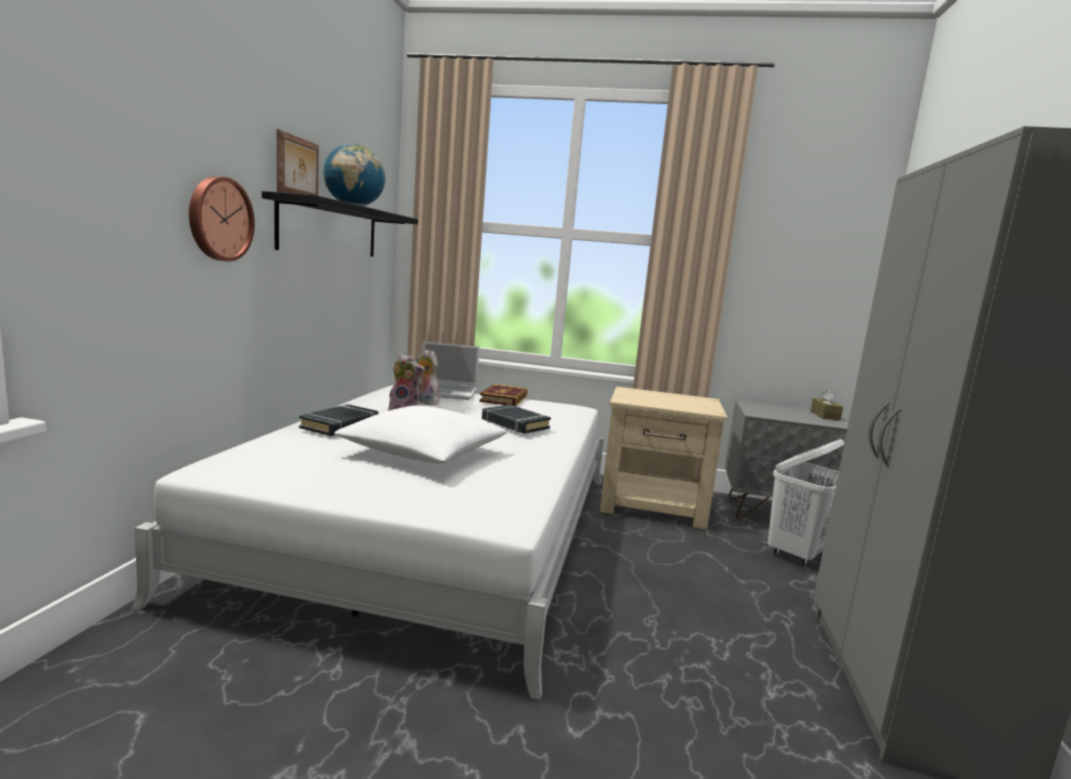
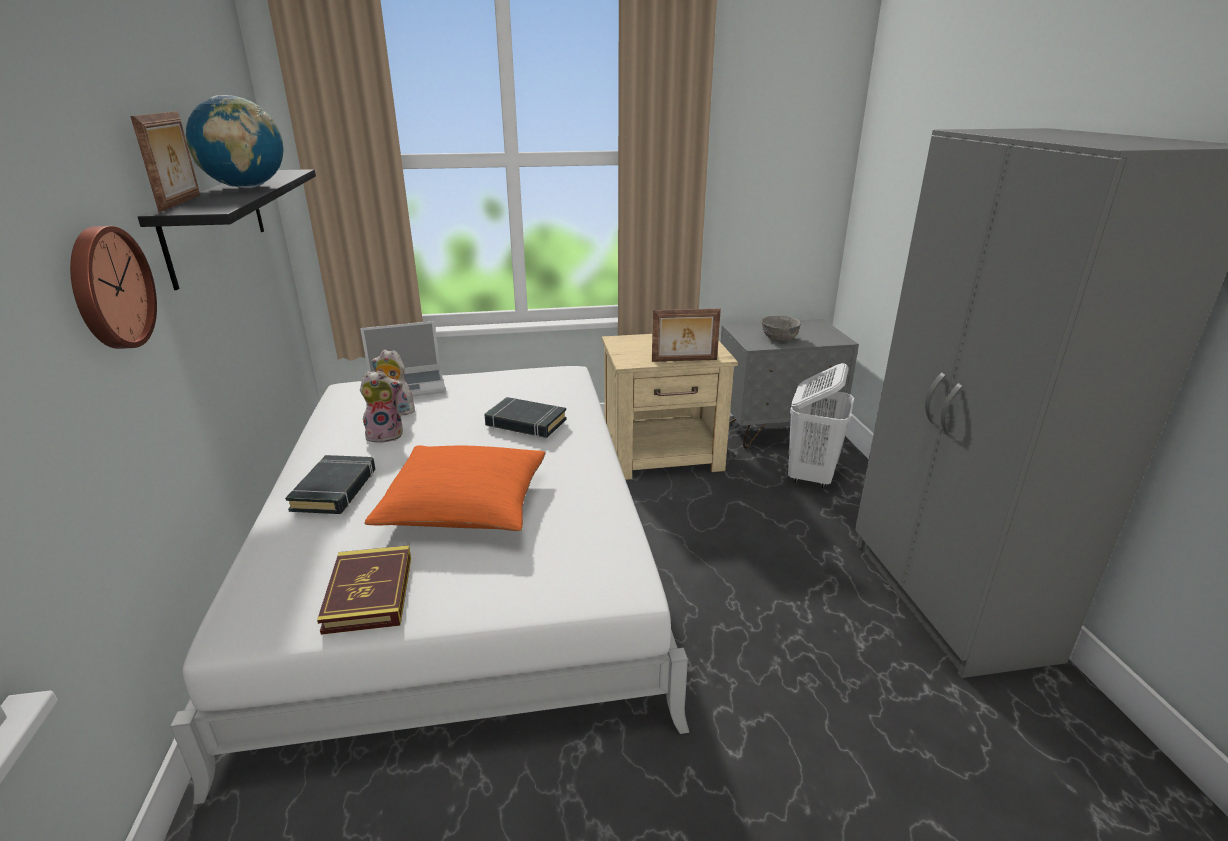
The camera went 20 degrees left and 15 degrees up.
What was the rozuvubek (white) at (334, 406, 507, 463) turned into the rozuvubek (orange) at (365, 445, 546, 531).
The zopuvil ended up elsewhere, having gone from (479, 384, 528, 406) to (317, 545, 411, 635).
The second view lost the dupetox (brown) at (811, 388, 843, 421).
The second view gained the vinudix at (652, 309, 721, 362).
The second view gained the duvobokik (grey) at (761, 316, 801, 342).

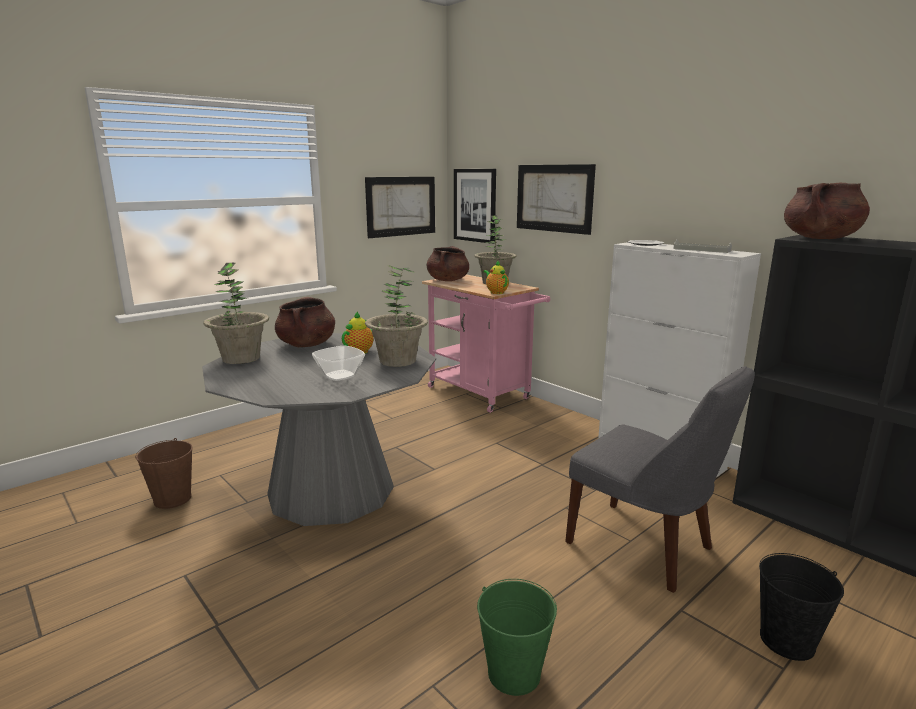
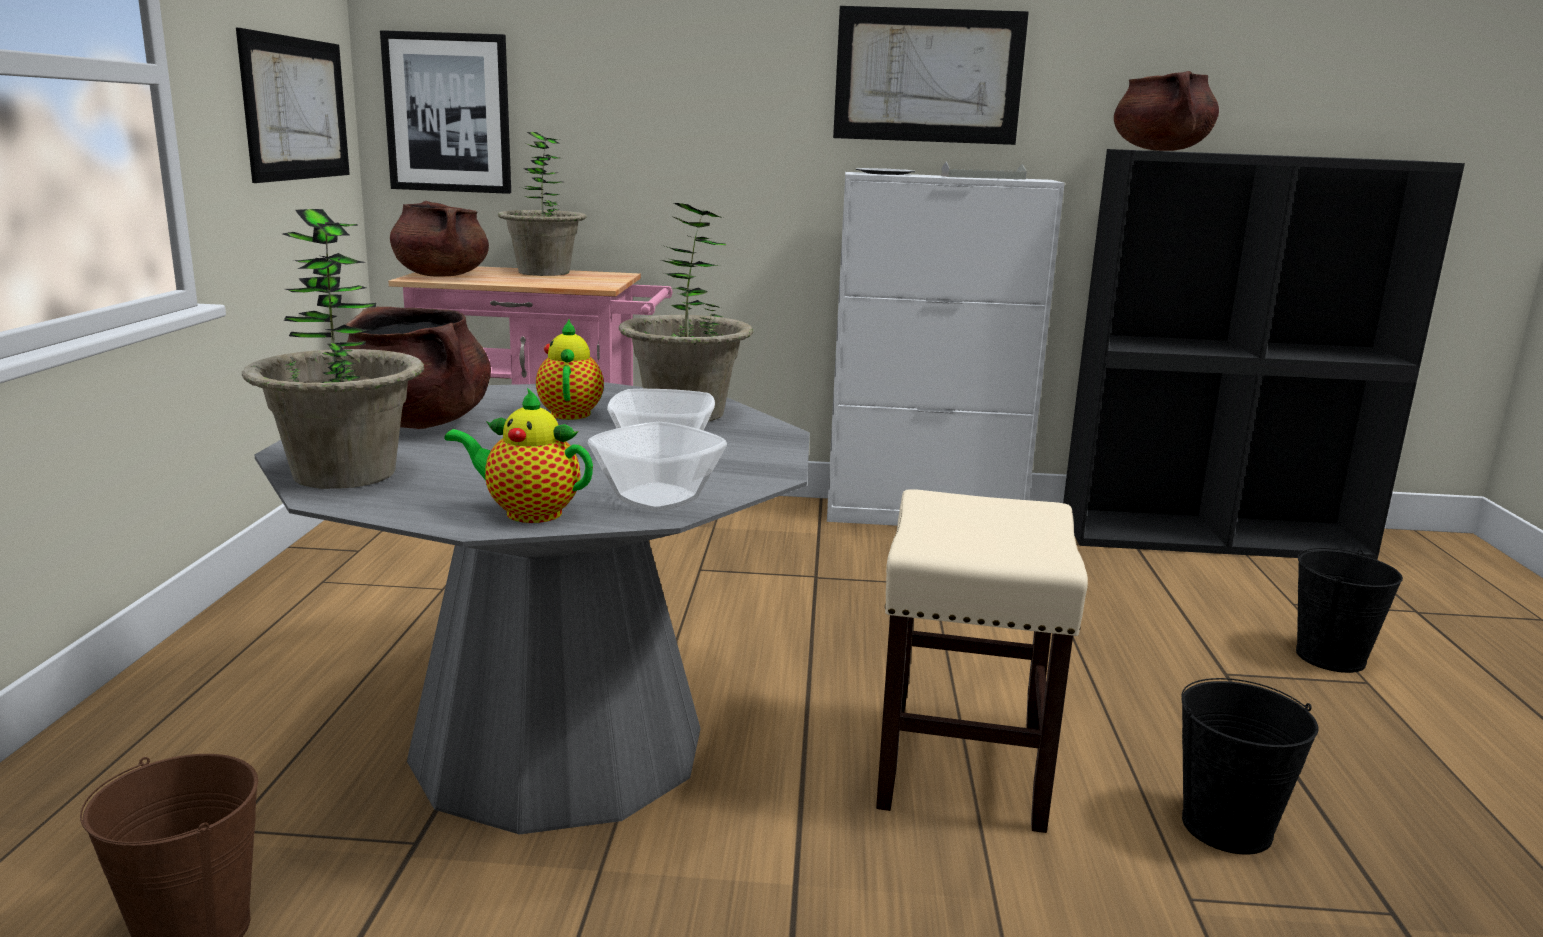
The camera went 45 degrees left and 0 degrees up.
What was the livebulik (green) at (477, 579, 557, 696) turned into the livebulik (black) at (1181, 678, 1319, 855).
The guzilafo ended up elsewhere, having gone from (483, 260, 509, 294) to (444, 388, 593, 523).
The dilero ended up elsewhere, having gone from (517, 164, 596, 235) to (833, 6, 1029, 145).
The second view lost the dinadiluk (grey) at (565, 366, 755, 593).
The second view gained the duvobokik at (588, 422, 727, 511).
The second view gained the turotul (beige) at (876, 489, 1088, 833).

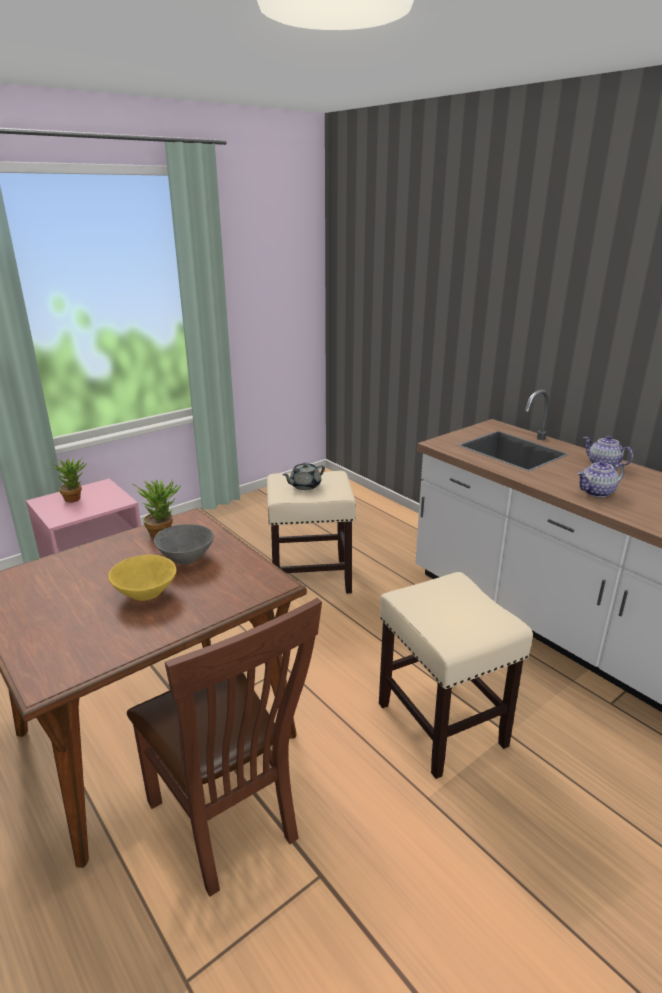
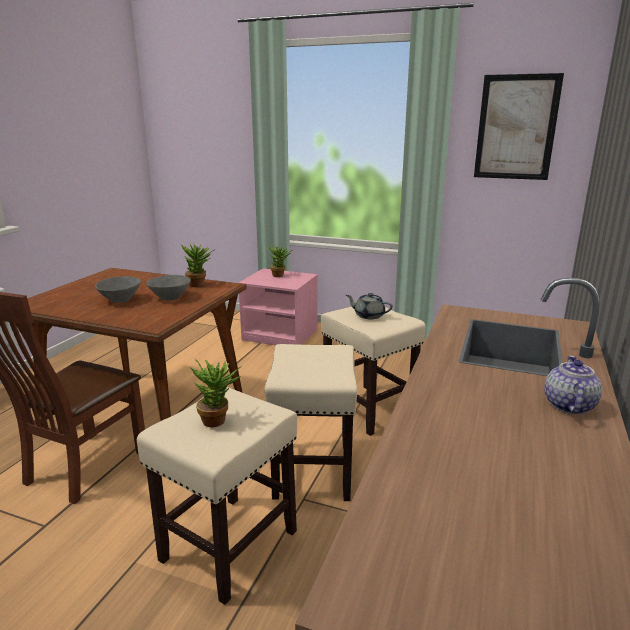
The camera went 60 degrees right and 5 degrees down.
What was the duvobokik (yellow) at (108, 555, 176, 601) turned into the duvobokik (grey) at (95, 276, 141, 303).
The second view lost the guzilafo at (577, 461, 624, 497).
The second view gained the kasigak at (190, 359, 242, 427).
The second view gained the turotul (beige) at (264, 344, 357, 501).
The second view gained the dilero at (474, 73, 564, 180).

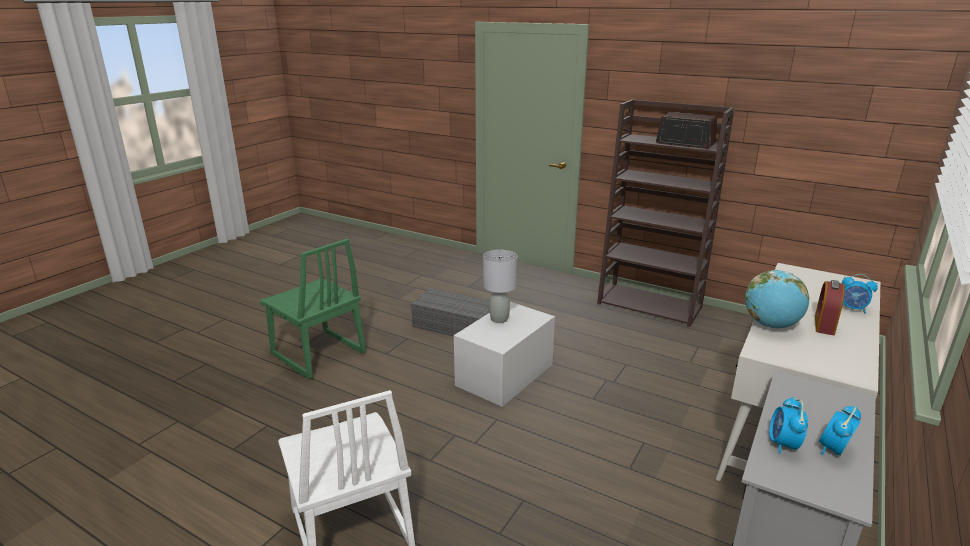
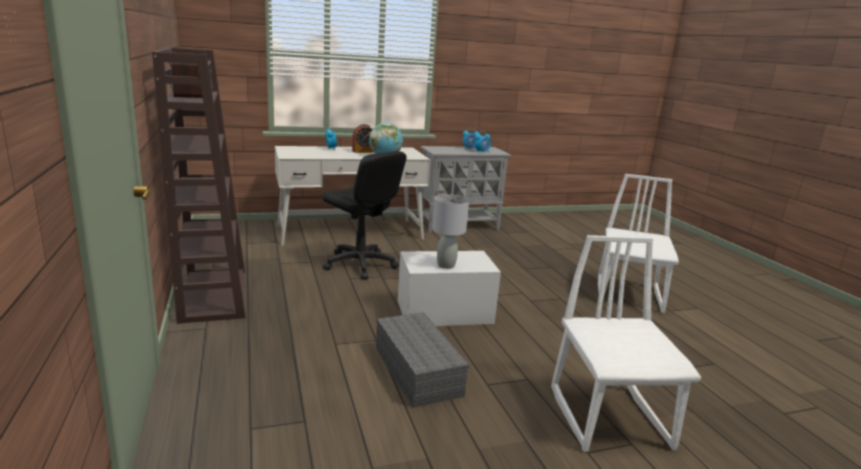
The camera went 140 degrees left and 5 degrees down.
What was the dinadiluk (green) at (260, 239, 366, 379) turned into the dinadiluk (white) at (551, 235, 701, 452).
The second view gained the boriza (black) at (323, 151, 407, 279).

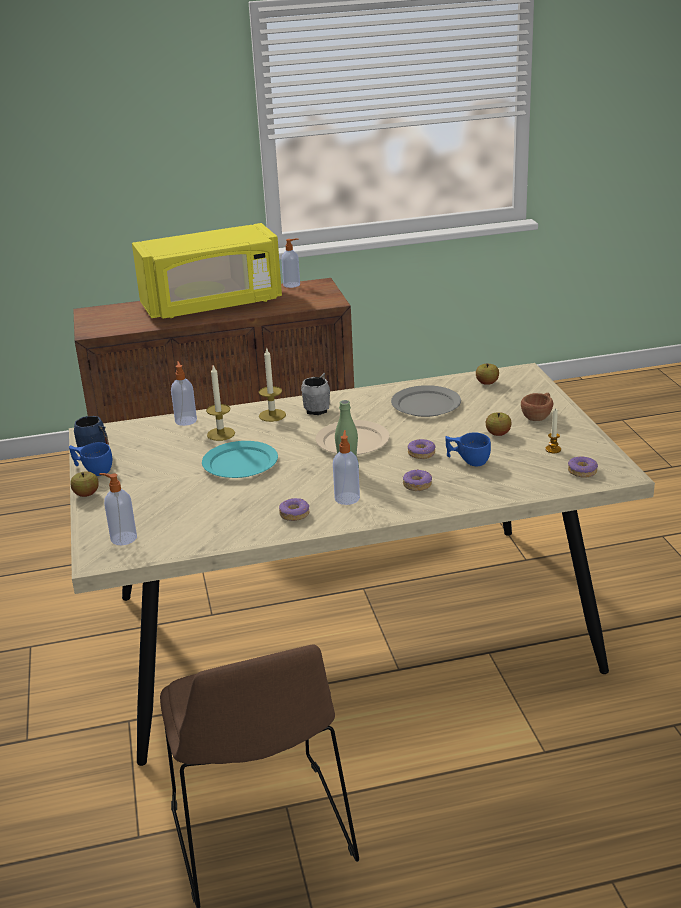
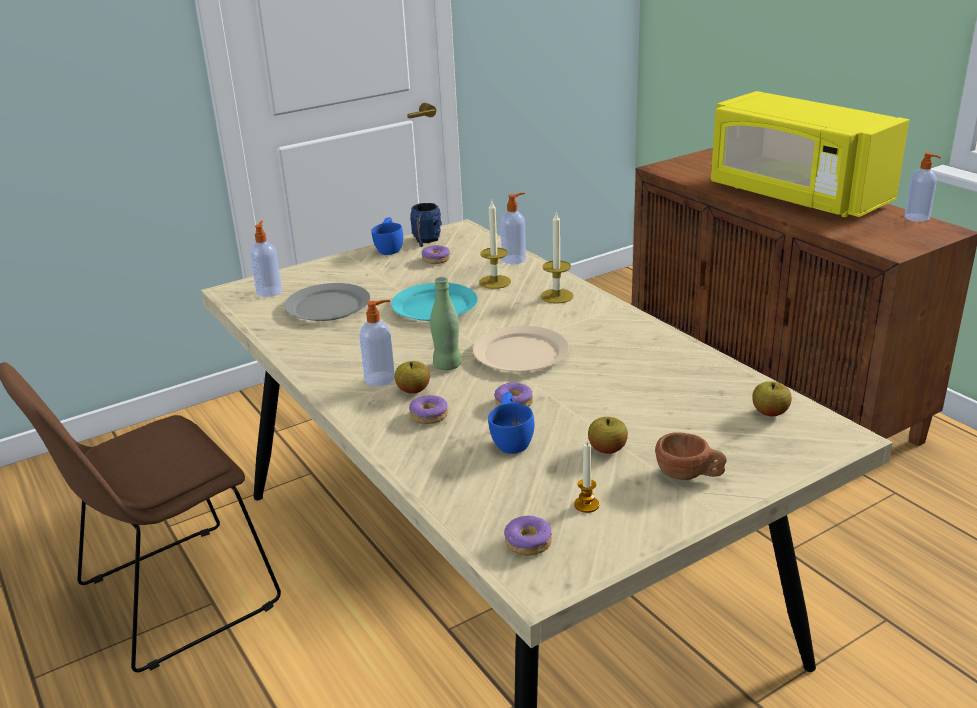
The camera went 70 degrees right and 0 degrees up.
The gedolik ended up elsewhere, having gone from (70, 471, 99, 497) to (395, 361, 430, 394).
The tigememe ended up elsewhere, having gone from (279, 498, 309, 521) to (421, 245, 450, 264).
The second view lost the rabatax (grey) at (301, 373, 330, 415).
The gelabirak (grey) ended up elsewhere, having gone from (391, 385, 461, 417) to (284, 283, 370, 321).

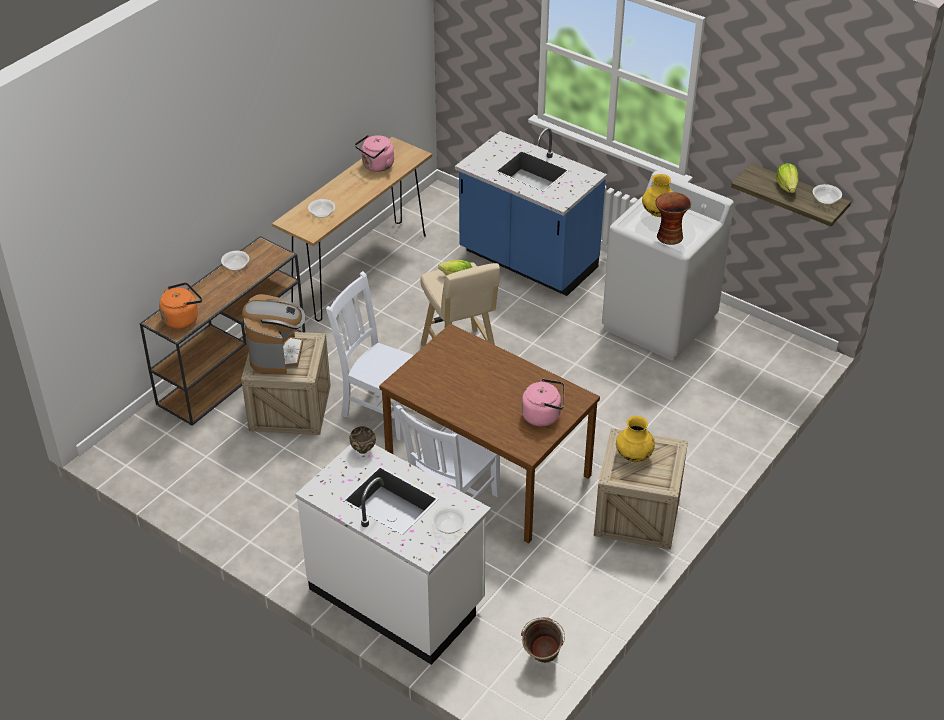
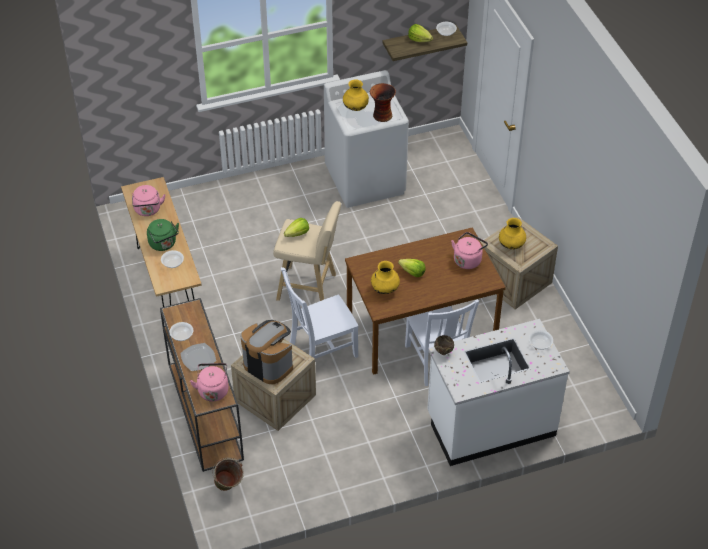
The camera went 55 degrees left and 5 degrees up.
What was the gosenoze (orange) at (159, 282, 202, 329) turned into the gosenoze (pink) at (190, 363, 229, 402).
The second view lost the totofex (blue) at (455, 128, 607, 296).
The livebulik (green) ended up elsewhere, having gone from (521, 617, 565, 663) to (212, 458, 244, 491).
The second view gained the gosenoze (green) at (147, 219, 179, 251).
The second view gained the gelabirak at (181, 343, 216, 371).
The second view gained the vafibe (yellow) at (371, 261, 400, 294).
The second view gained the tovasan at (398, 259, 426, 277).

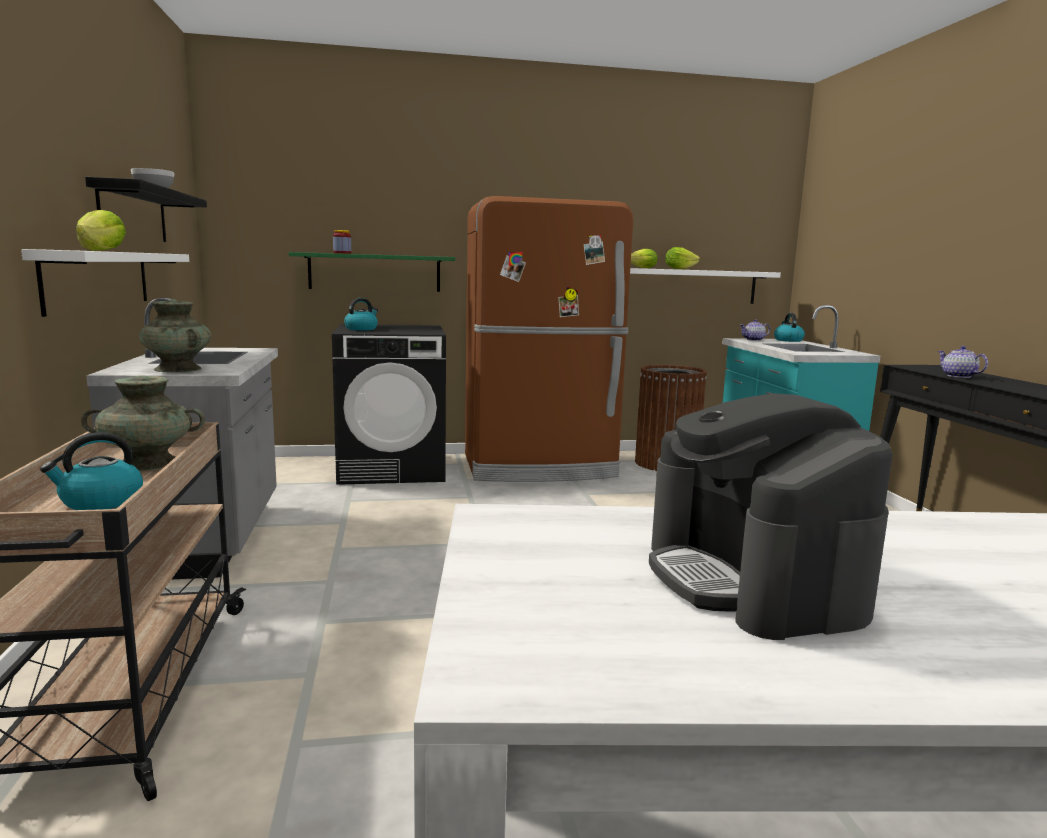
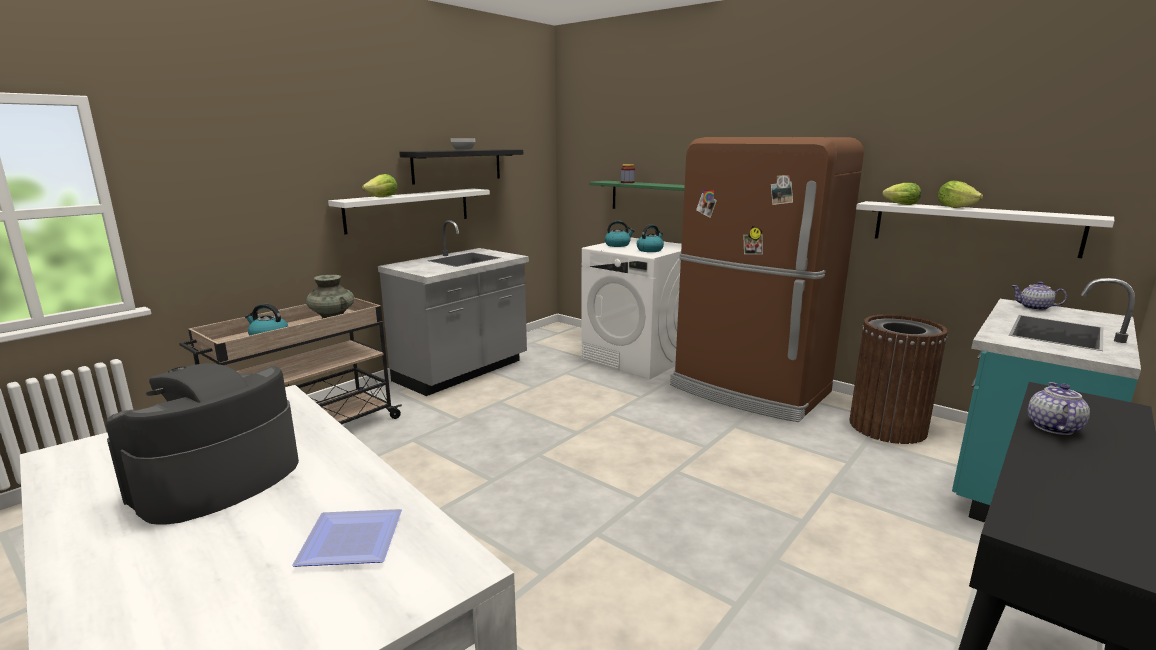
The camera went 50 degrees right and 5 degrees up.
The second view lost the vafibe (turquoise) at (139, 299, 211, 372).
What was the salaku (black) at (332, 324, 446, 485) turned into the salaku (white) at (581, 237, 682, 379).
The gosenoze ended up elsewhere, having gone from (774, 313, 805, 342) to (637, 225, 664, 252).
The second view gained the gelabirak at (292, 509, 402, 567).

